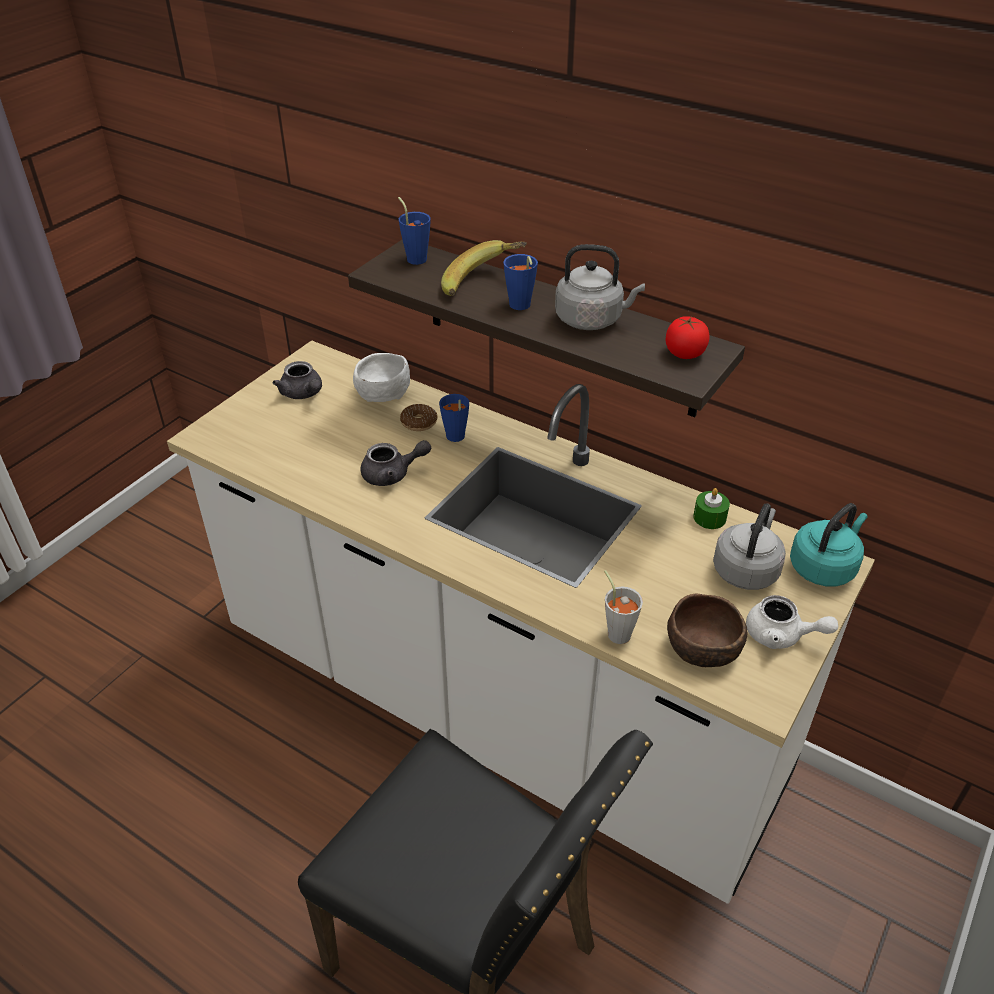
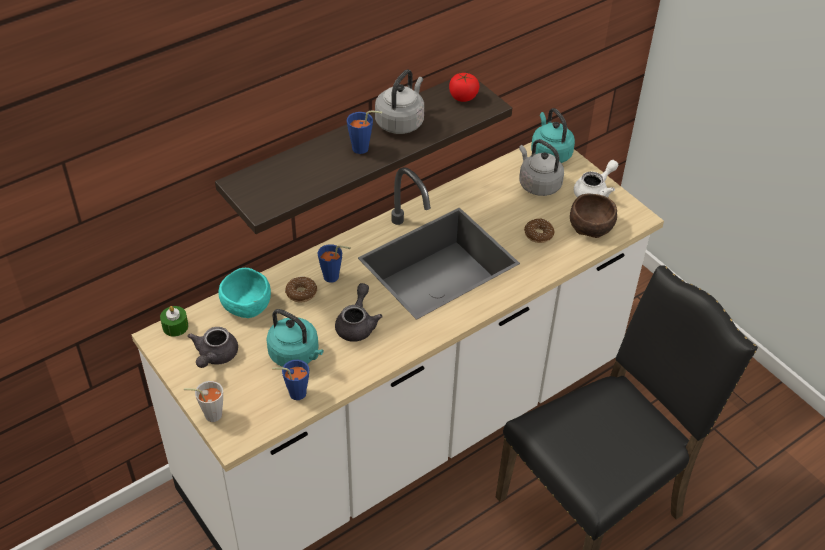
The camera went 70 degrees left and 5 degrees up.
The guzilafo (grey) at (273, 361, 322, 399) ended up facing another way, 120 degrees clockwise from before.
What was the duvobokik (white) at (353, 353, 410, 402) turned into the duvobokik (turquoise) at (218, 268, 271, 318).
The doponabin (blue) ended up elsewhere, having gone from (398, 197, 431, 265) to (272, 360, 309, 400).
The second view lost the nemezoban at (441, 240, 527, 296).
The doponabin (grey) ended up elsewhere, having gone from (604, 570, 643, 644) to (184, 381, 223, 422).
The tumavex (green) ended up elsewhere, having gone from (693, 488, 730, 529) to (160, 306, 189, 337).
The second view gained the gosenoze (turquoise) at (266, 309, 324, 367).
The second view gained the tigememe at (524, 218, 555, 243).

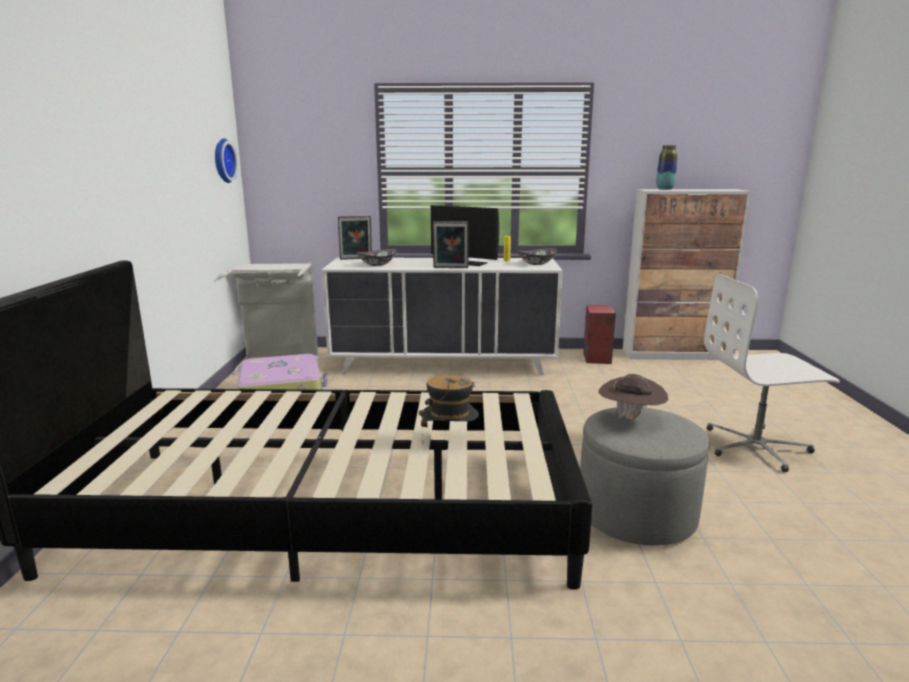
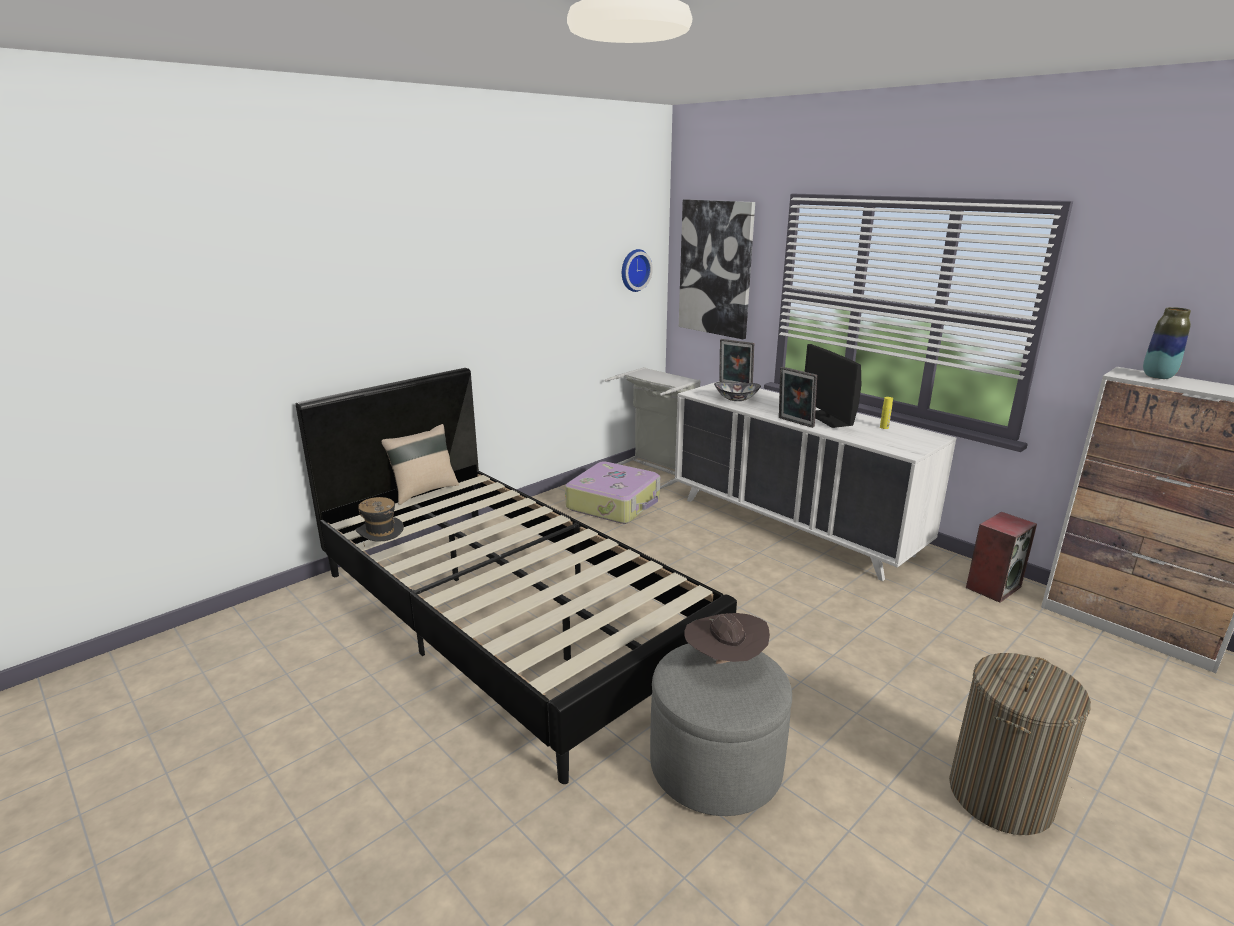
The camera went 45 degrees right and 5 degrees up.
The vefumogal ended up elsewhere, having gone from (419, 375, 479, 443) to (356, 497, 404, 547).
The second view lost the duvobokik at (517, 248, 557, 265).
Where the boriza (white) stood at (704, 273, 840, 472), the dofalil came to stand at (949, 653, 1091, 835).
The second view gained the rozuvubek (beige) at (382, 424, 459, 505).
The second view gained the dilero at (679, 199, 755, 339).

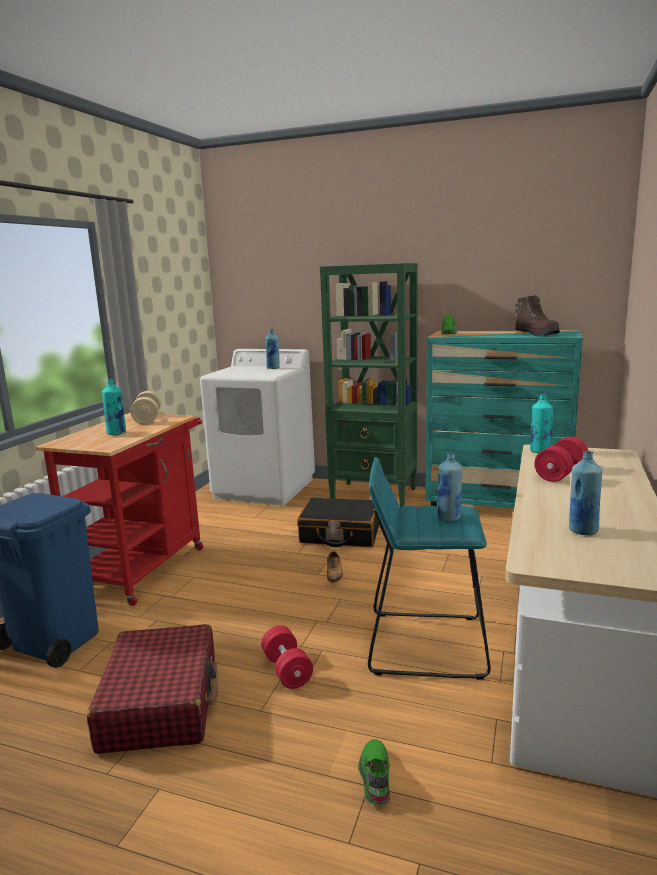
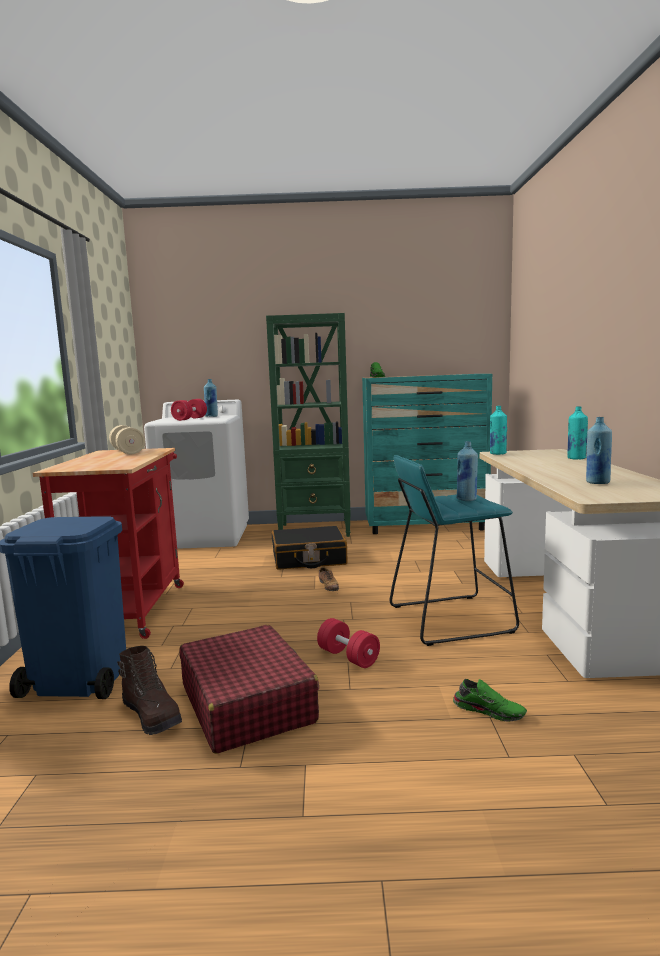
The camera went 20 degrees left and 5 degrees down.
The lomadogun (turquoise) ended up elsewhere, having gone from (102, 379, 126, 435) to (567, 406, 588, 460).
The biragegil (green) at (358, 739, 390, 806) ended up facing another way, 135 degrees clockwise from before.
The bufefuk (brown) ended up elsewhere, having gone from (515, 295, 560, 336) to (117, 646, 182, 735).
The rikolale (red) ended up elsewhere, having gone from (534, 436, 588, 482) to (171, 399, 207, 421).

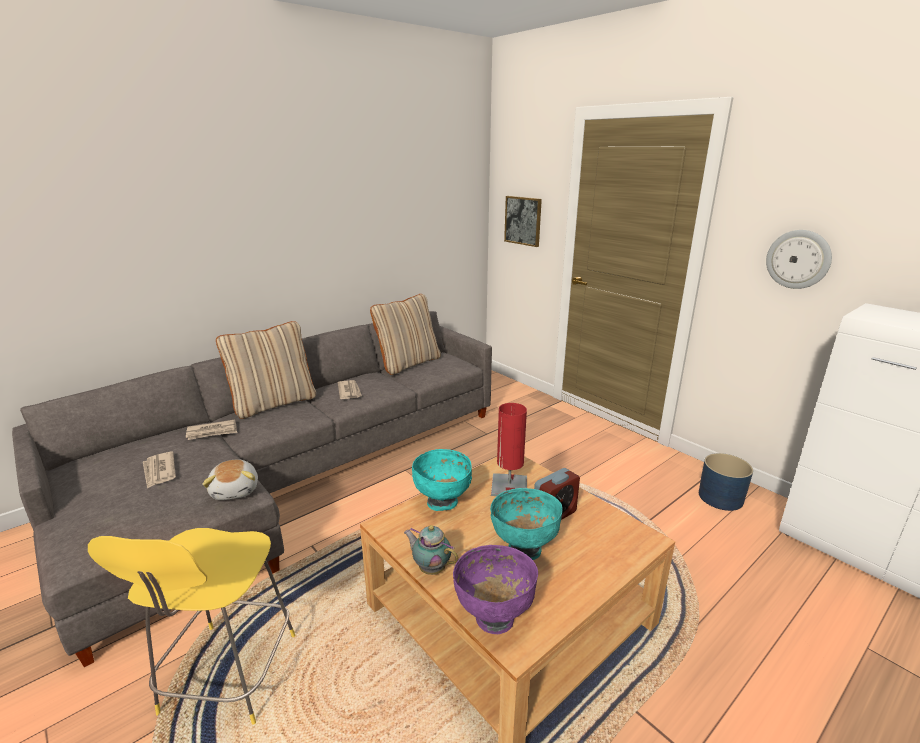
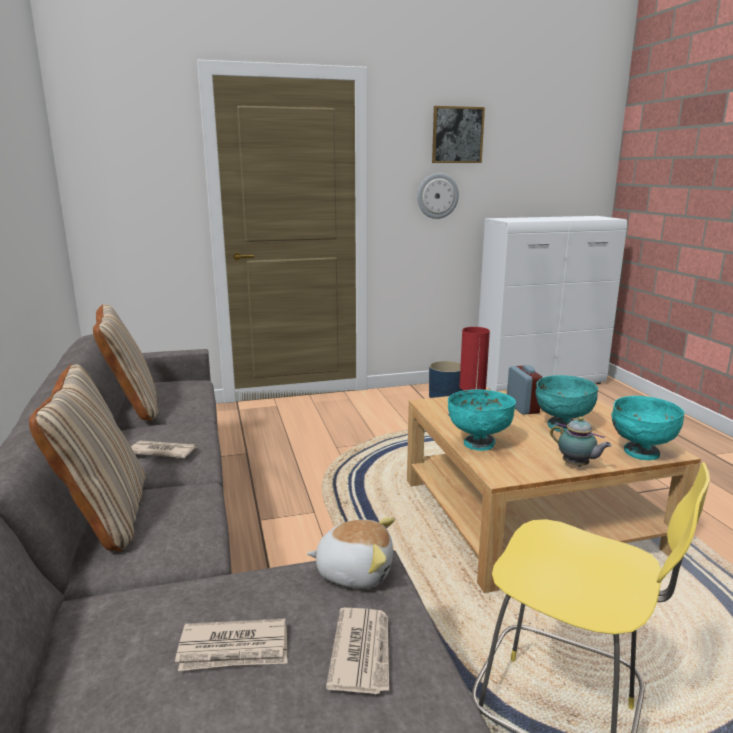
The camera went 65 degrees left and 5 degrees down.
The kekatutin ended up elsewhere, having gone from (186, 419, 237, 440) to (326, 608, 389, 694).
The guzilafo at (404, 525, 458, 575) ended up facing another way, 105 degrees counterclockwise from before.
What was the duvobokik (purple) at (453, 545, 538, 634) turned into the duvobokik (turquoise) at (612, 396, 685, 460).
The dilero ended up elsewhere, having gone from (504, 196, 542, 247) to (432, 106, 485, 163).

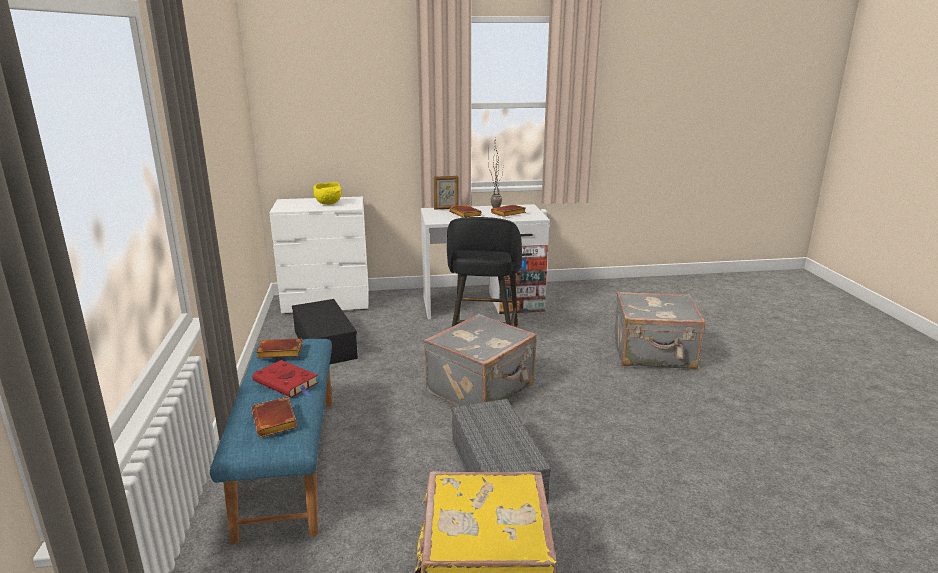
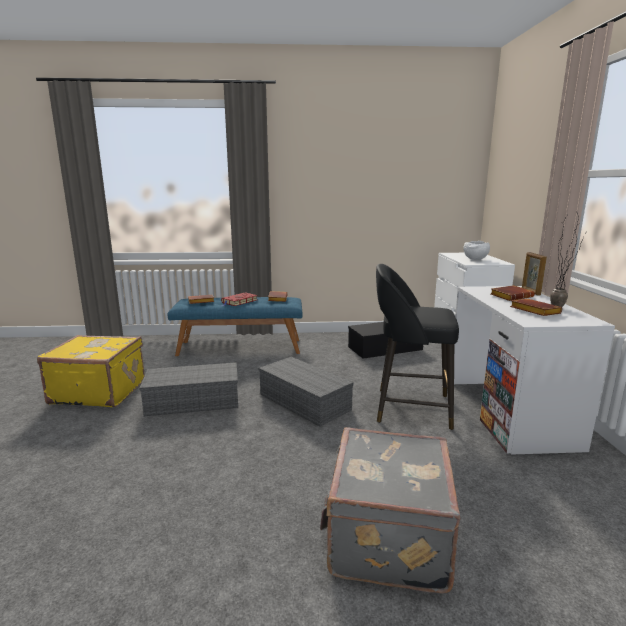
The camera went 95 degrees right and 5 degrees down.
What was the duvobokik (yellow) at (313, 182, 342, 205) turned into the duvobokik (white) at (463, 241, 490, 260).
Where the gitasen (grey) stood at (424, 314, 537, 406), the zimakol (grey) came to stand at (259, 357, 354, 427).

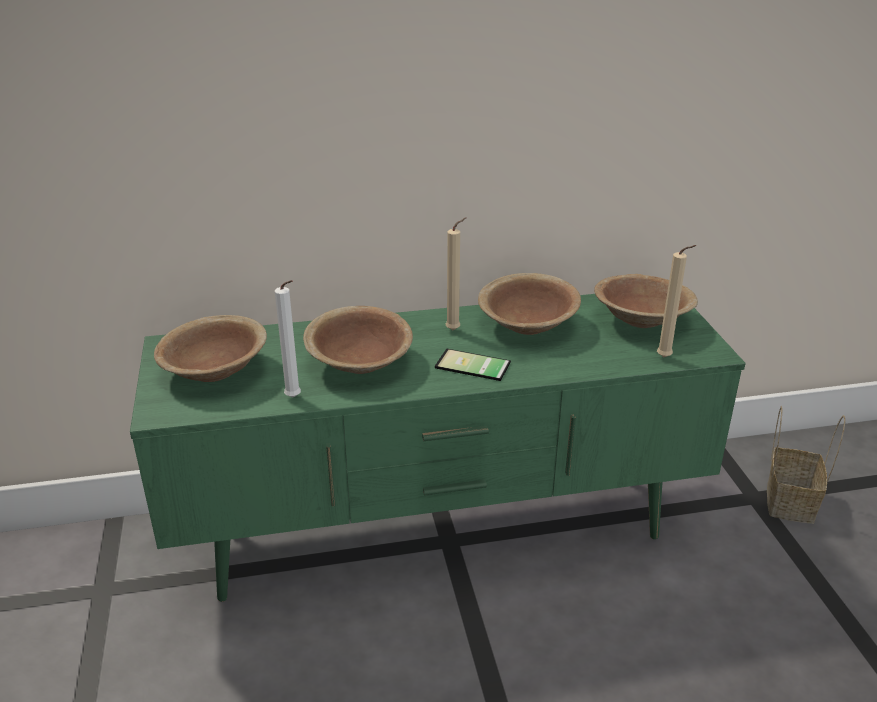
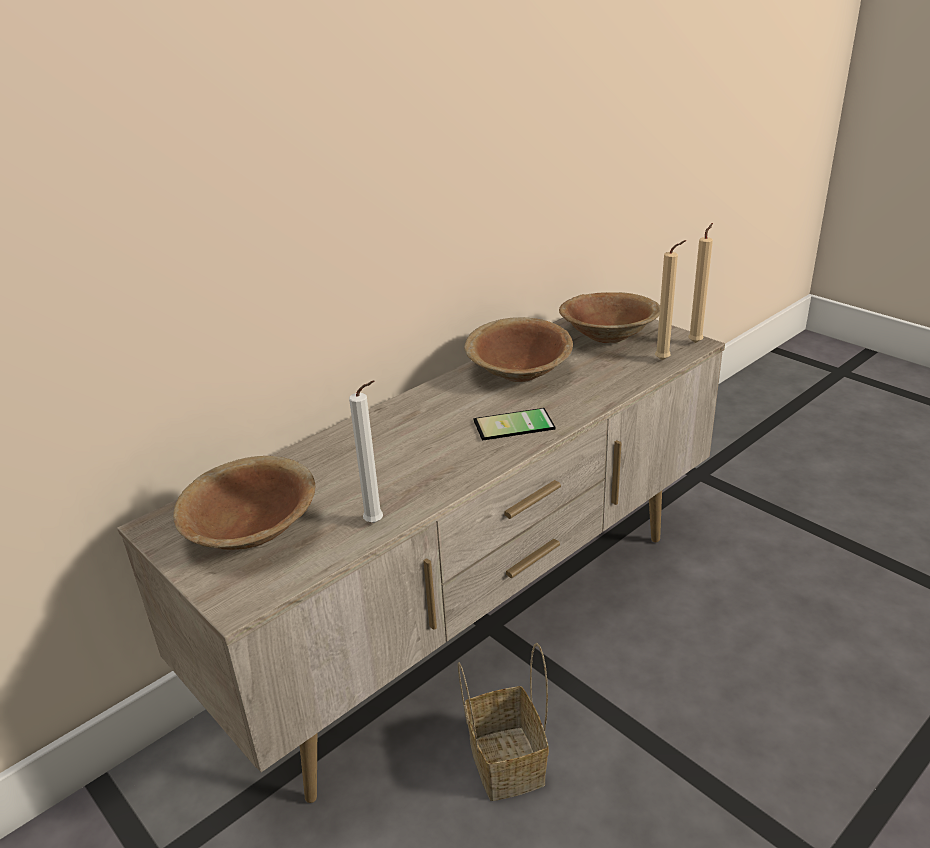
The camera went 30 degrees left and 0 degrees up.
What was the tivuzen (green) at (130, 294, 746, 602) turned into the tivuzen (beige) at (117, 318, 725, 803).
The second view lost the duvobokik (brown) at (303, 306, 413, 374).
The tumavex (beige) ended up elsewhere, having gone from (446, 217, 466, 330) to (688, 223, 713, 343).
The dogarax ended up elsewhere, having gone from (767, 406, 845, 524) to (458, 643, 549, 801).

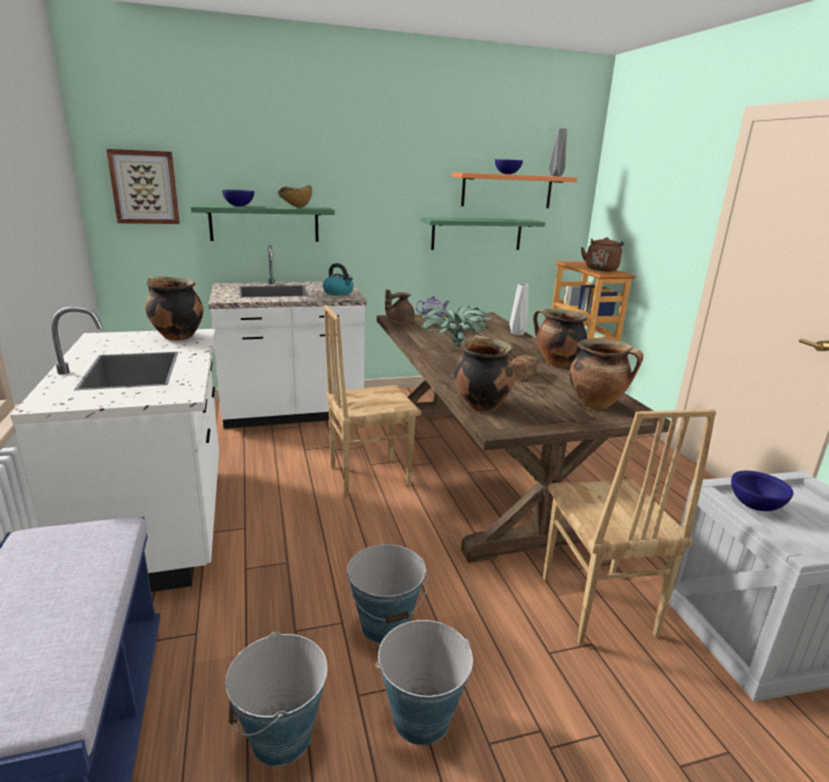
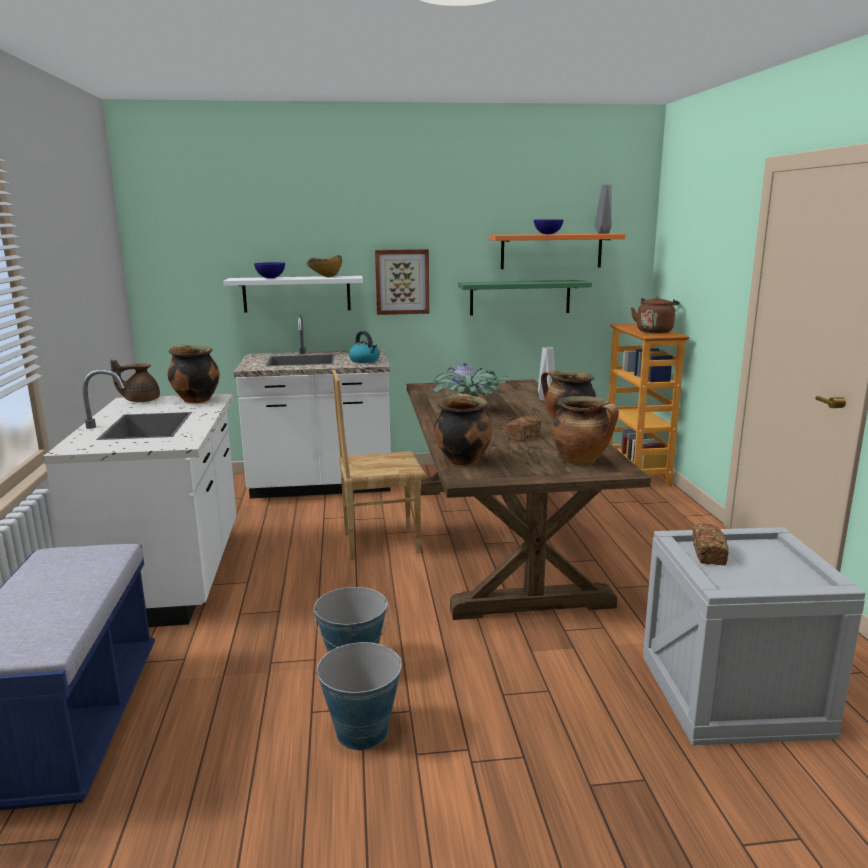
The camera went 10 degrees right and 5 degrees down.
The dilero ended up elsewhere, having gone from (106, 149, 180, 224) to (375, 249, 429, 315).
What was the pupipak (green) at (191, 205, 335, 242) turned into the pupipak (white) at (223, 276, 363, 313).
The second view lost the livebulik at (225, 632, 328, 766).
The guzilafo (brown) ended up elsewhere, having gone from (385, 289, 415, 324) to (110, 359, 160, 402).
The second view lost the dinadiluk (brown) at (543, 409, 717, 645).
Where the duvobokik (blue) stood at (731, 471, 793, 511), the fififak came to stand at (693, 523, 729, 565).

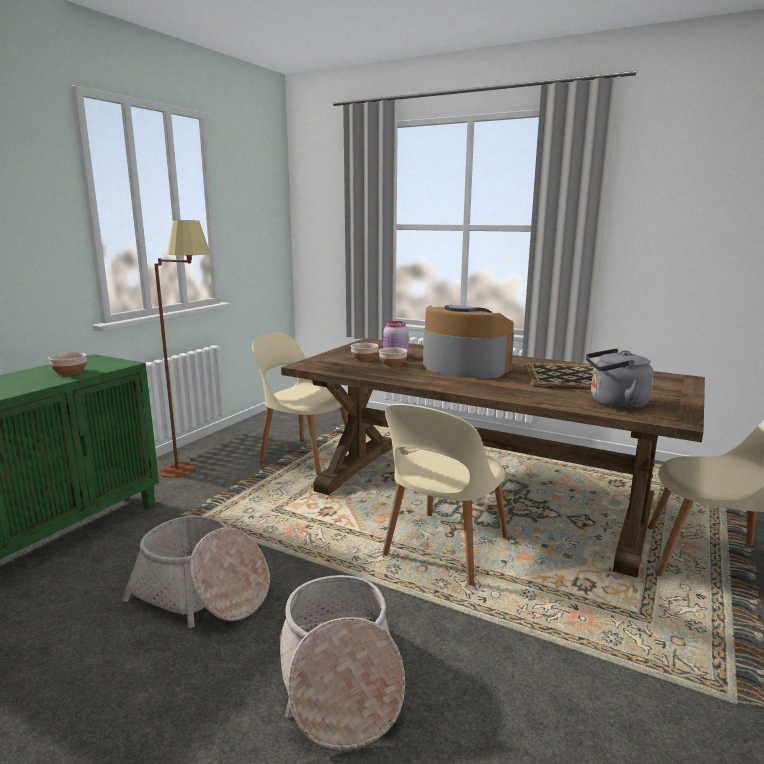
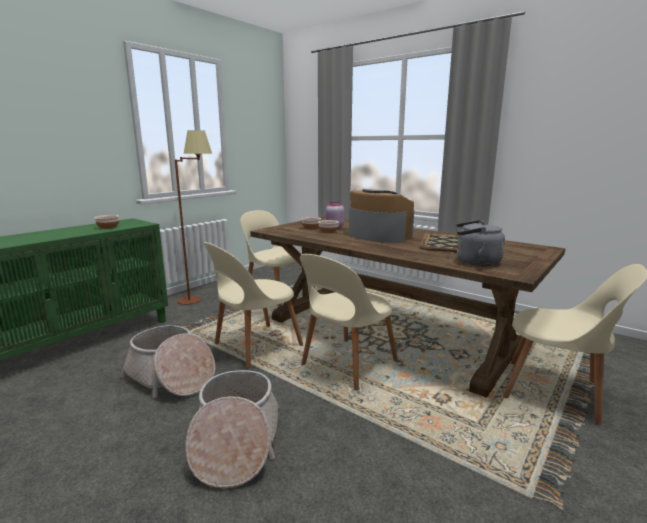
The camera went 10 degrees right and 0 degrees up.
The second view gained the dinadiluk (beige) at (203, 242, 303, 368).

